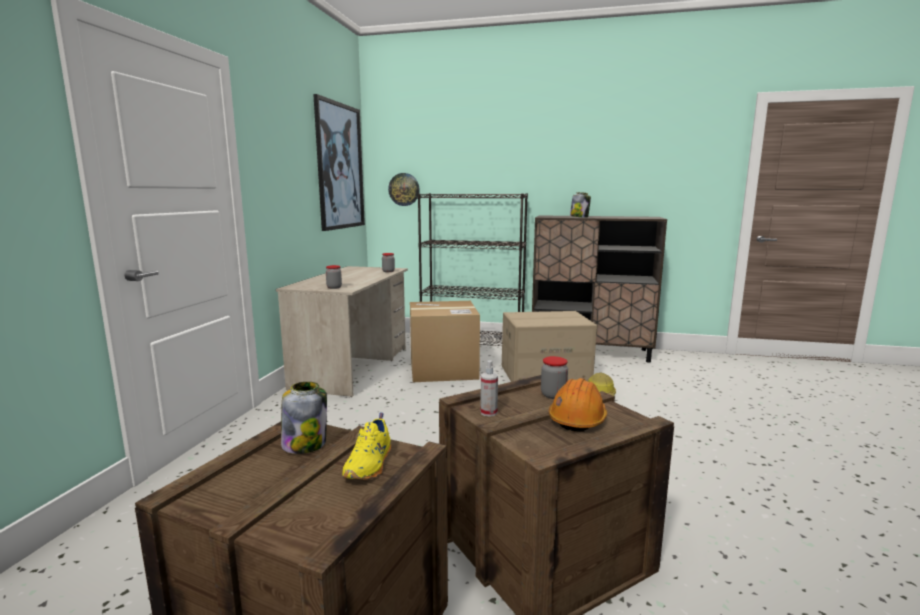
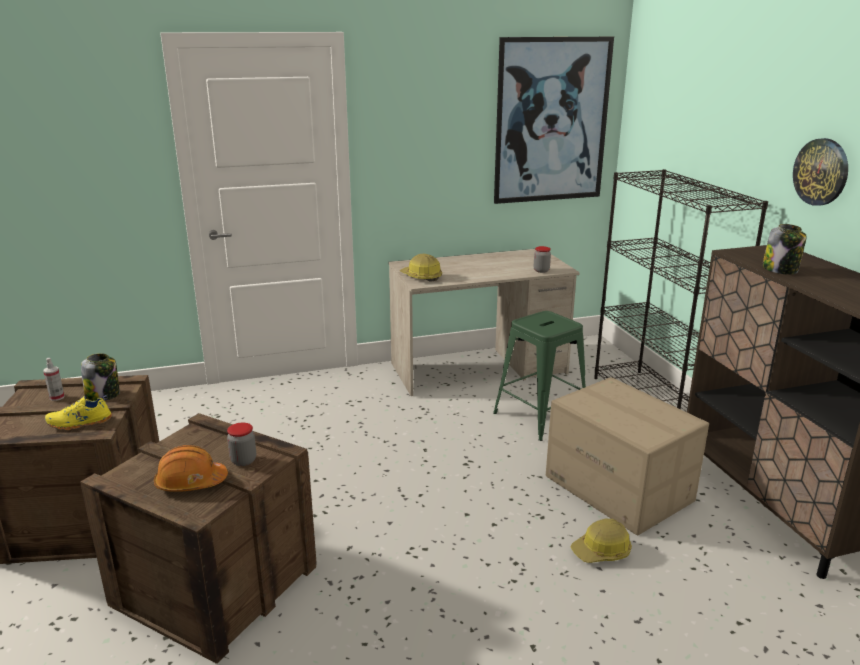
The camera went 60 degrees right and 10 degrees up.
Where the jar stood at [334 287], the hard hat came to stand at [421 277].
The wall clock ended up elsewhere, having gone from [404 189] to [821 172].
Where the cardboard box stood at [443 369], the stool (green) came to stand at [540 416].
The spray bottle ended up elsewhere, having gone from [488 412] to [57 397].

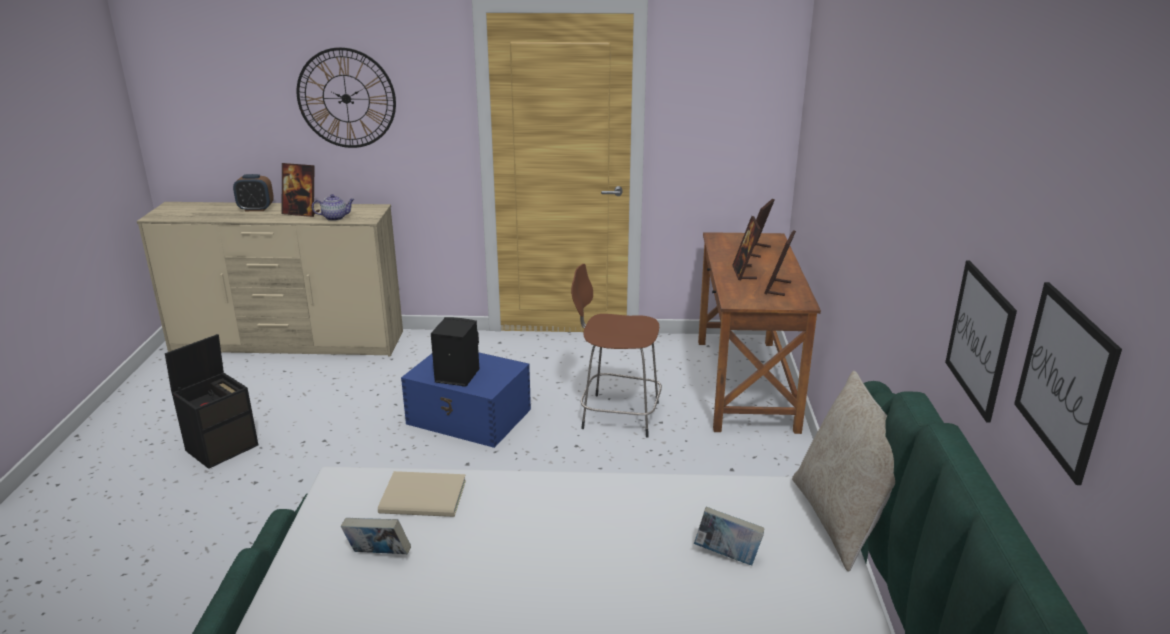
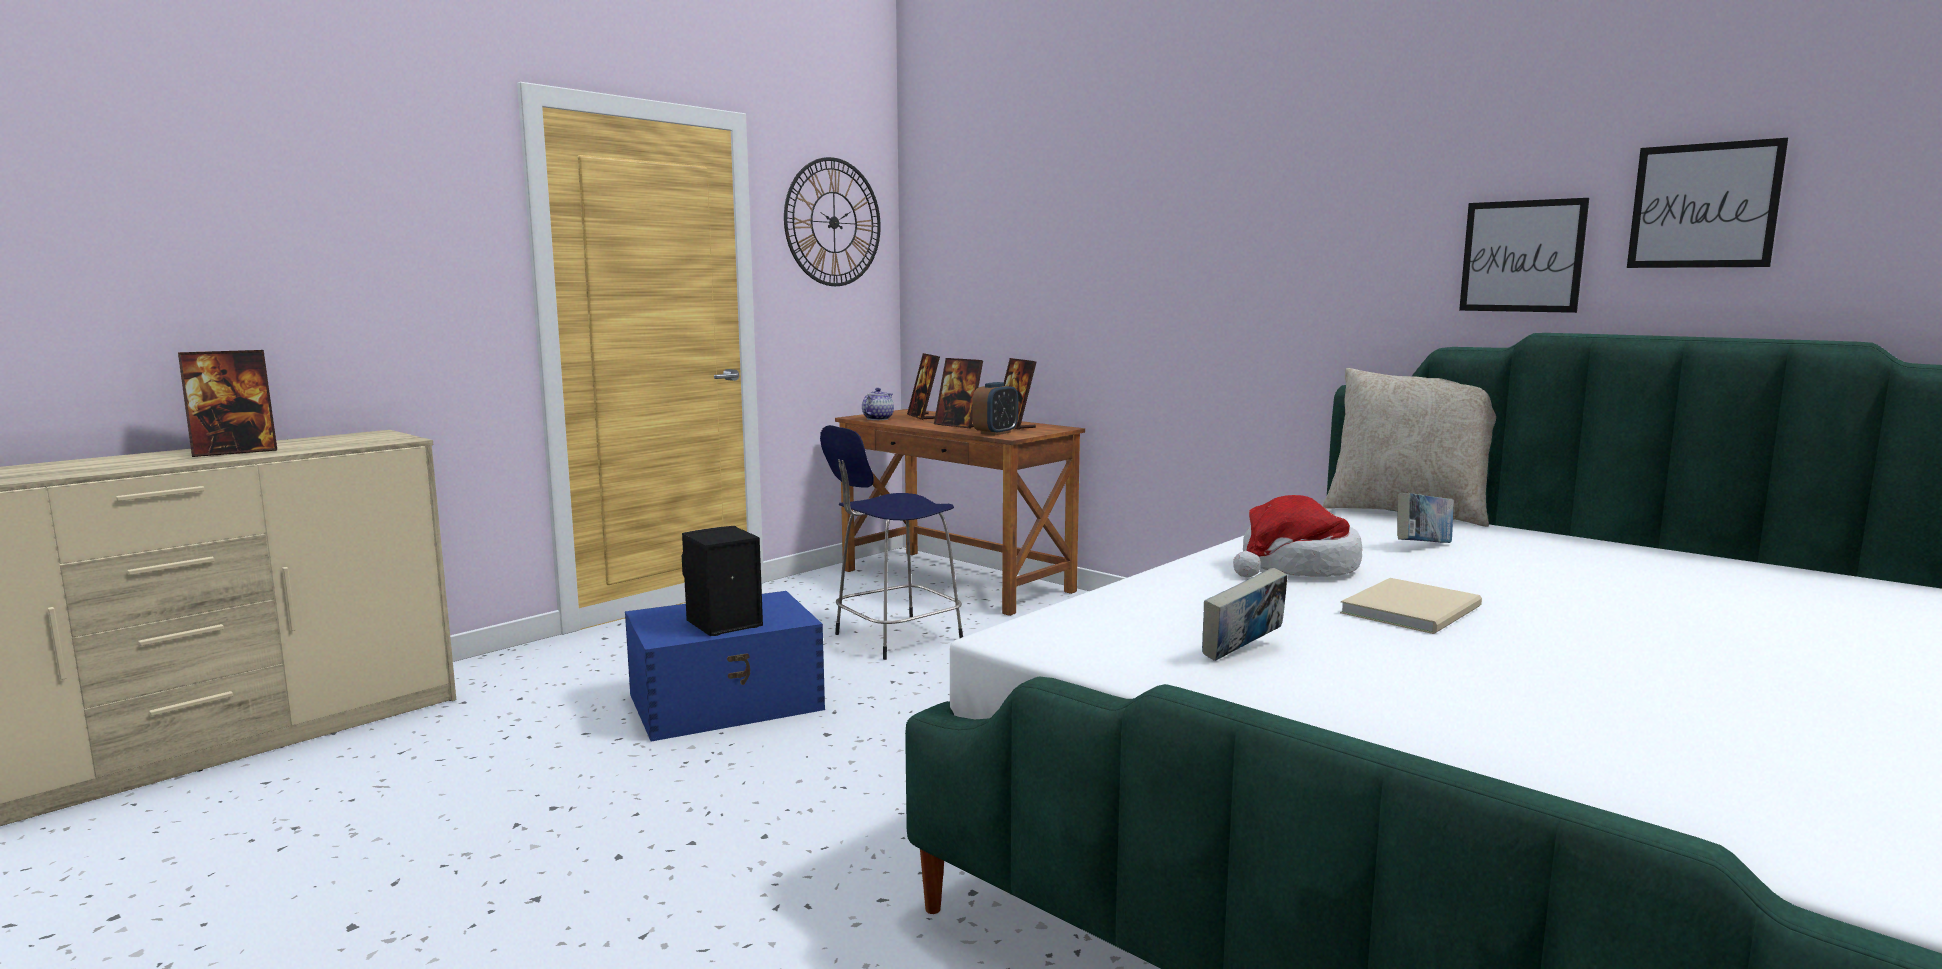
The camera went 50 degrees left and 15 degrees down.
The second view lost the storage box (black) at [222 447].
The alarm clock ended up elsewhere, having gone from [256 209] to [995 433].
The wall clock ended up elsewhere, having gone from [346 98] to [833 222].
The teapot ended up elsewhere, having gone from [335 218] to [878 419].
The book (beige) ended up elsewhere, having gone from [425 498] to [1415 610].
What was the stool (brown) at [617 415] turned into the stool (blue) at [894 638].
The second view gained the hat at [1297 568].

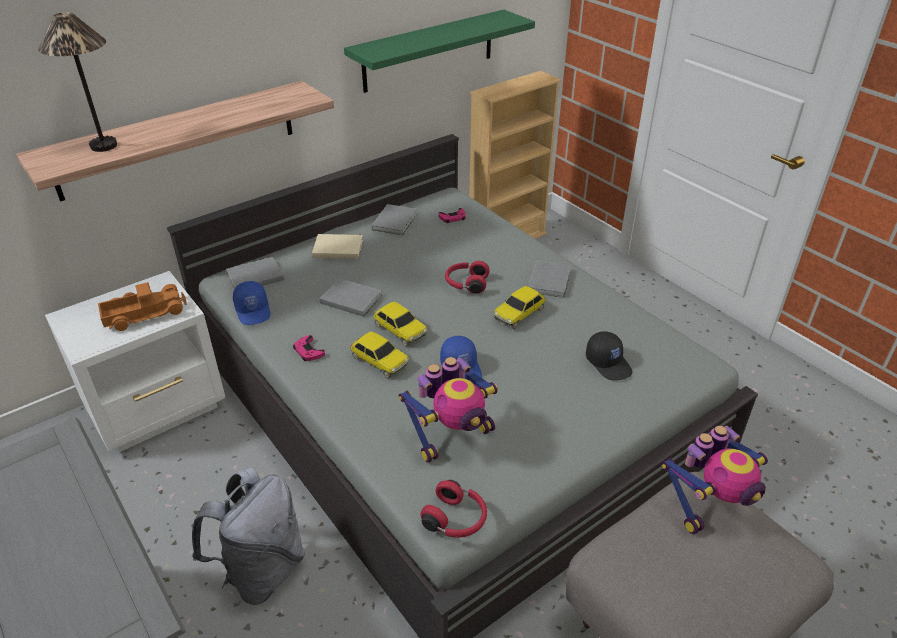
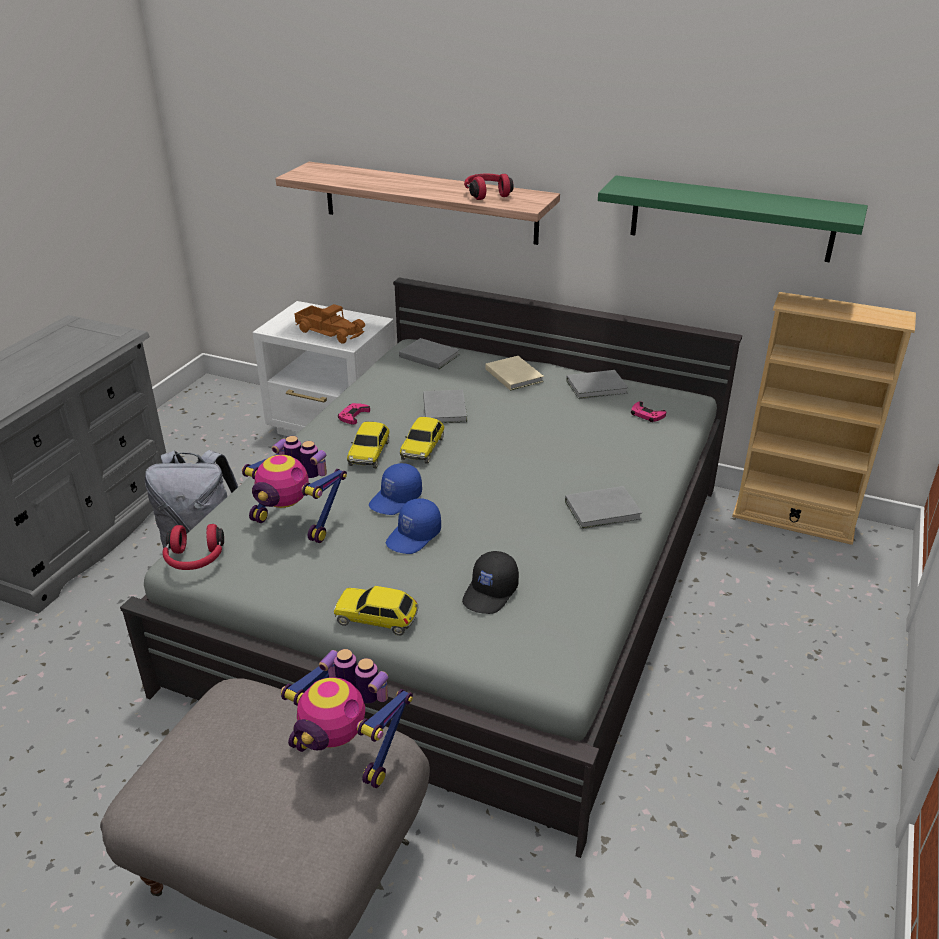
The camera went 60 degrees right and 5 degrees down.
The second view lost the table lamp at [104 145].
The cap (blue) ended up elsewhere, having gone from [253 310] to [414 536].
The headphones (red) ended up elsewhere, having gone from [466 284] to [487 194].
The toy car ended up elsewhere, having gone from [519 314] to [377 618].

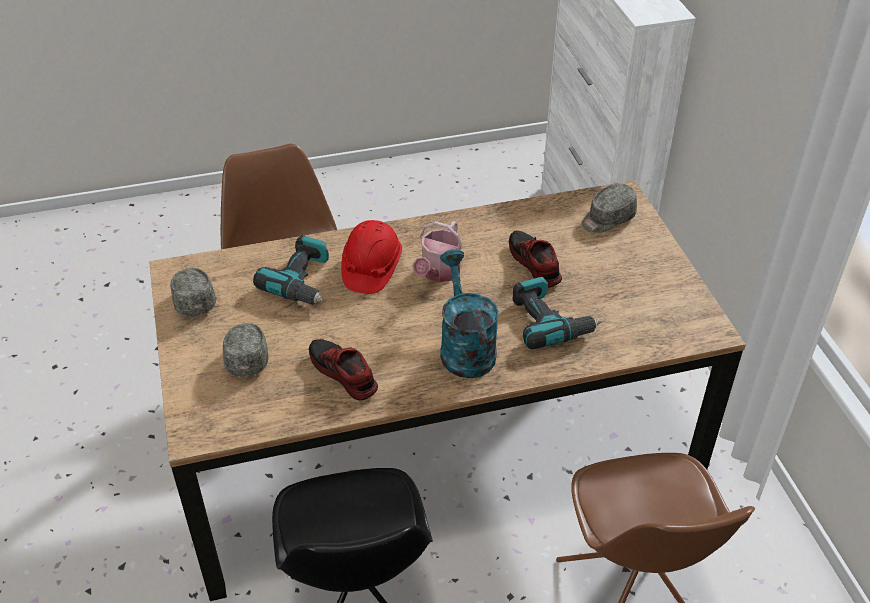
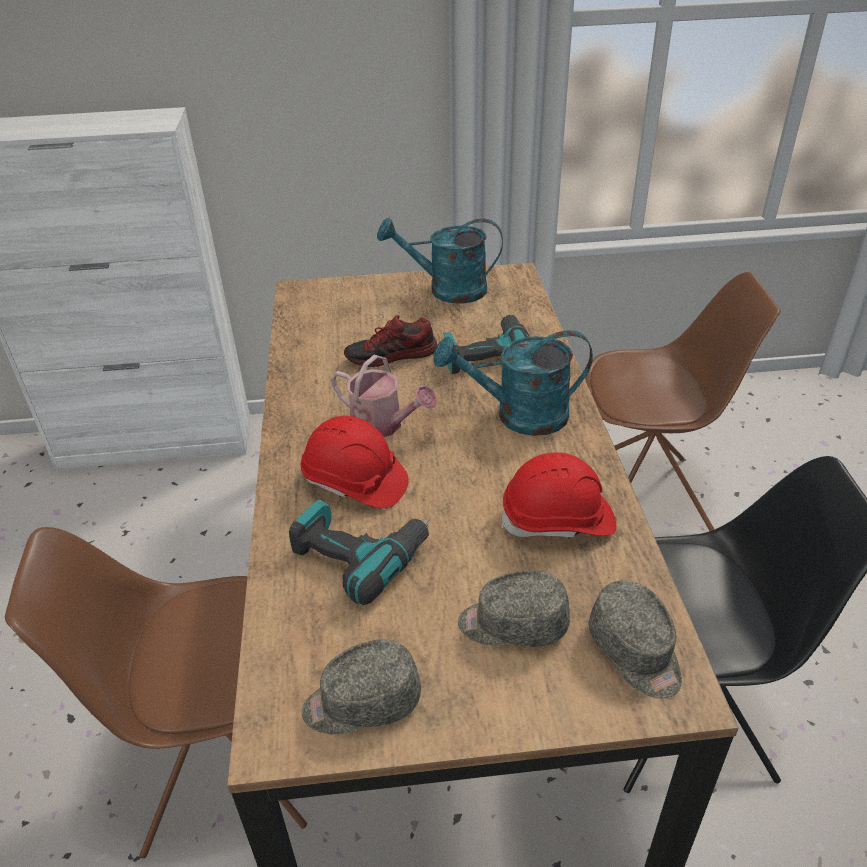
The camera went 80 degrees left and 5 degrees down.
Where the shoe stood at [342 374], the hard hat (red) came to stand at [558 520].
The cap (grey) ended up elsewhere, having gone from [607 218] to [635 652].
The second view gained the watering can (turquoise) at [447 290].

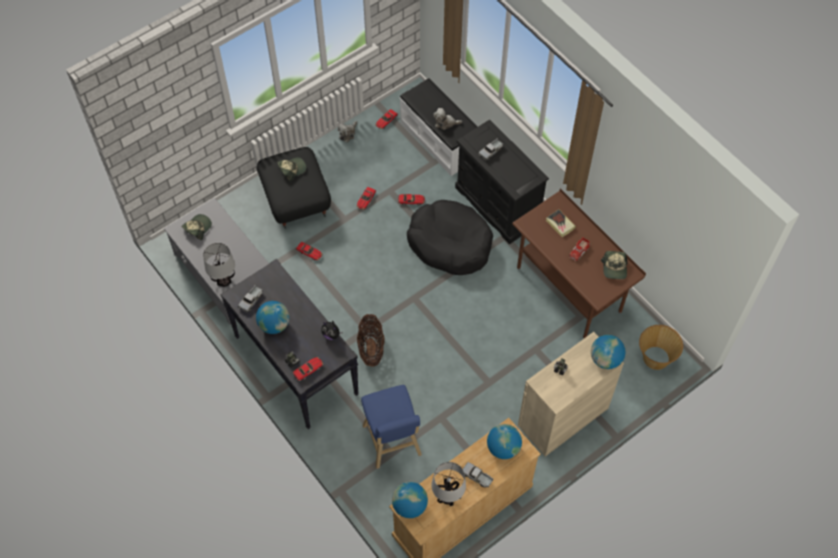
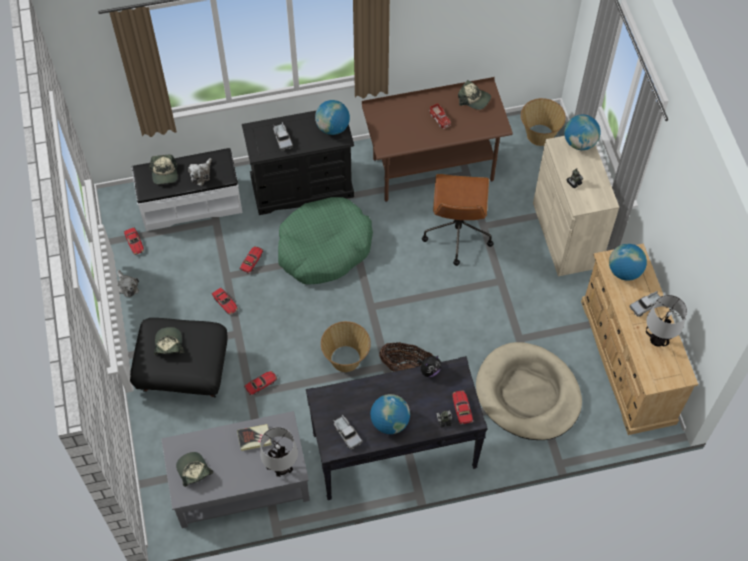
The camera went 65 degrees left and 0 degrees up.
Where the stool (blue) stood at [392 443], the dog bed (beige) came to stand at [528 394].
The globe ended up elsewhere, having gone from [409 506] to [333 128].
What was the dog bed (black) at [450 243] turned into the dog bed (green) at [324 248].
The book ended up elsewhere, having gone from [560 224] to [254 438].
The second view gained the cap at [164 173].
The second view gained the basket at [346 359].
The second view gained the office chair (brown) at [457 233].

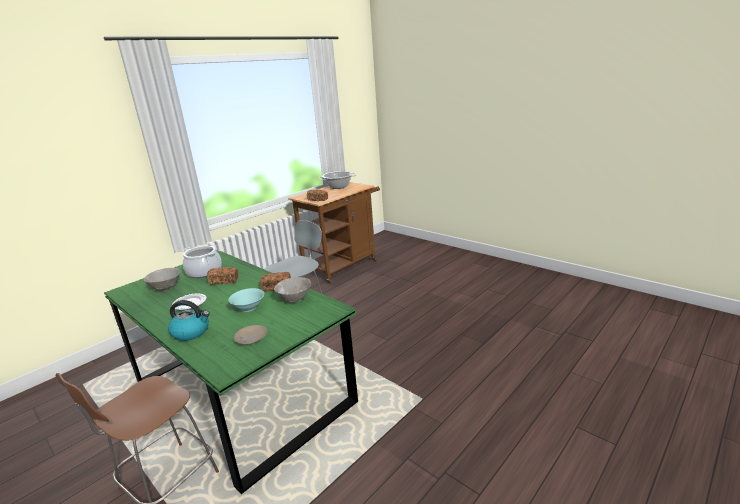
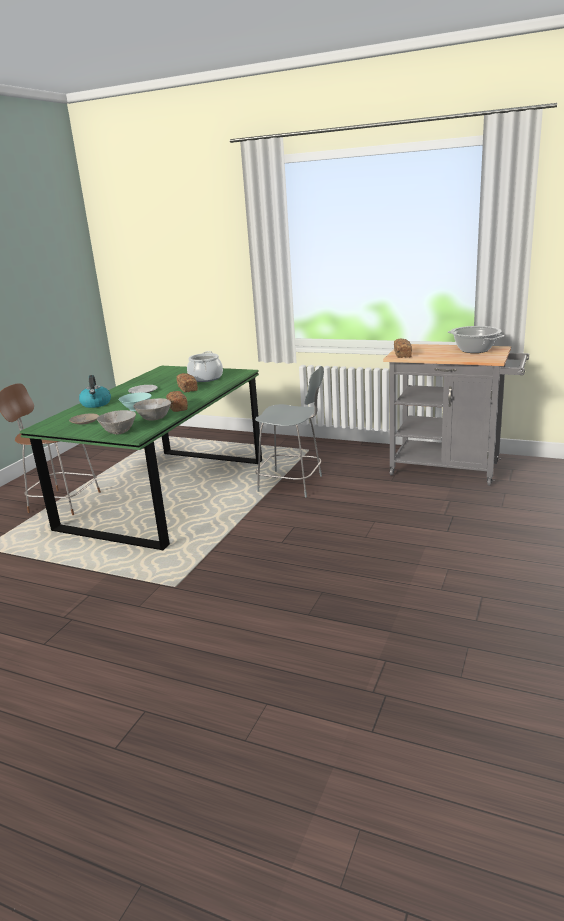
The camera went 70 degrees right and 0 degrees up.
The bowl (grey) ended up elsewhere, having gone from [166 287] to [119 432].
What was the cart (brown) at [344 265] turned into the cart (grey) at [452 469].

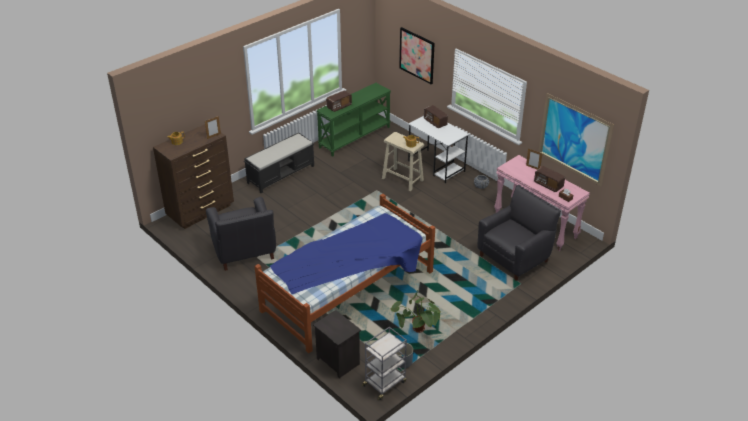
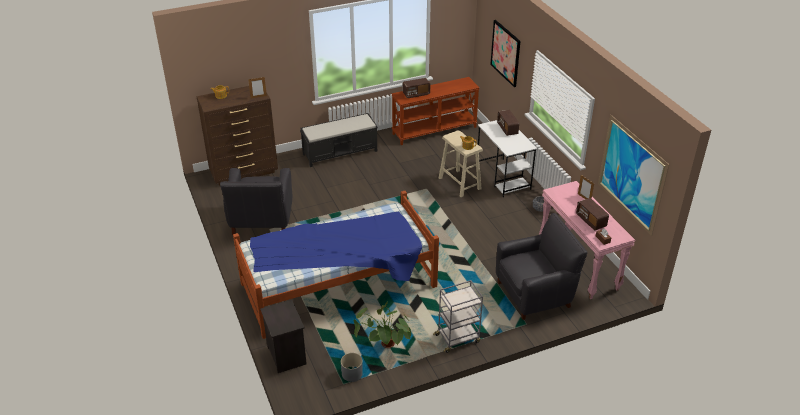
The camera went 20 degrees right and 0 degrees up.
What was the console table (green) at [354 137] turned into the console table (brown) at [434 130].
The cart (grey) ended up elsewhere, having gone from [384 383] to [458 338].

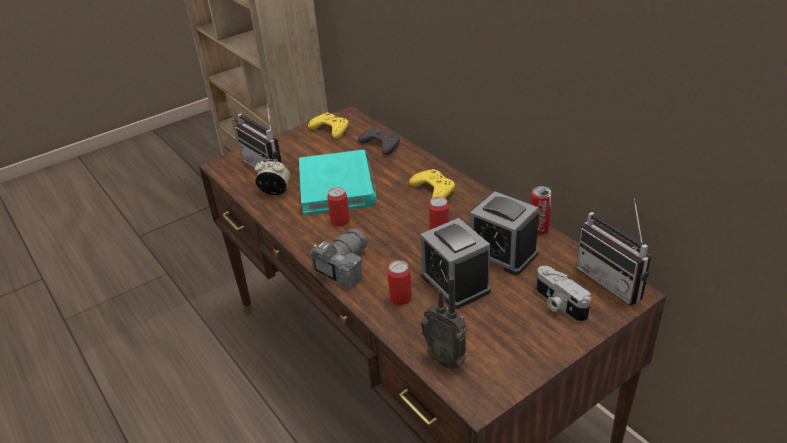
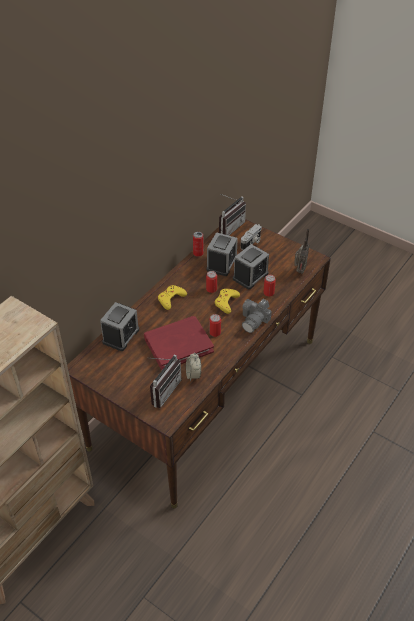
The camera went 110 degrees left and 10 degrees up.
What was the book (turquoise) at [337 186] turned into the book (red) at [178 344].
The game controller (yellow) ended up elsewhere, having gone from [330 129] to [226 302].
The photo camera at [341 267] ended up facing another way, 75 degrees counterclockwise from before.
Where the game controller (grey) stood at [381 144], the alarm clock came to stand at [121 336].

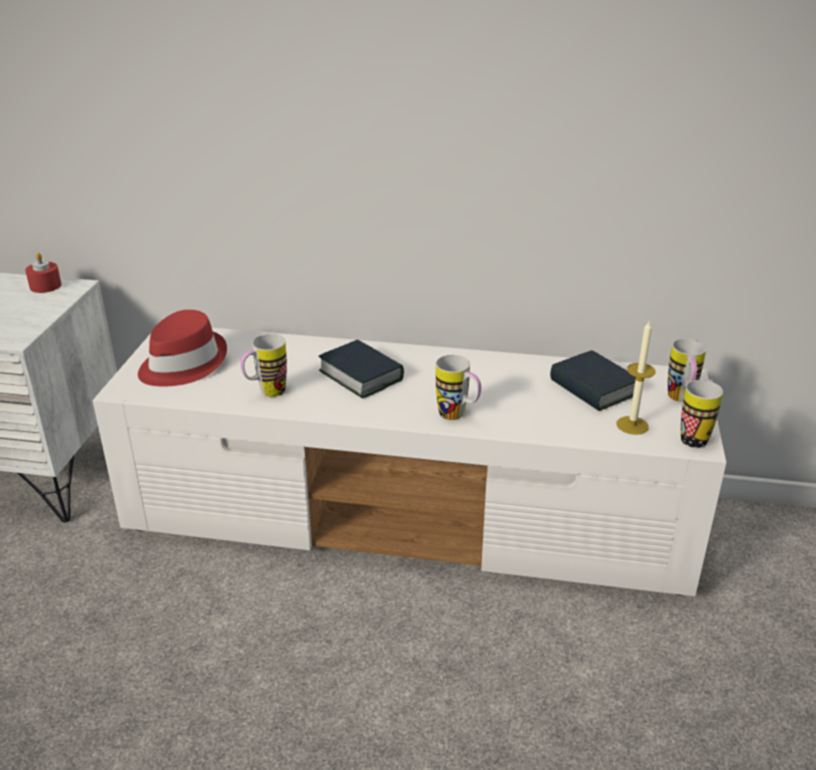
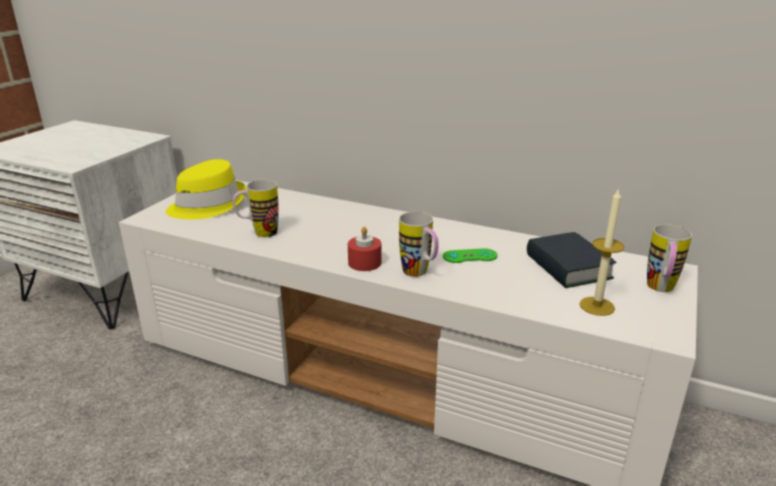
The camera went 15 degrees right and 5 degrees down.
The candle (red) ended up elsewhere, having gone from [45 286] to [364 262].
What was the hat (red) at [182 363] turned into the hat (yellow) at [207 204].
The second view lost the book at [361 375].
The second view lost the mug at [696 436].
The second view gained the game controller (green) at [470 256].

